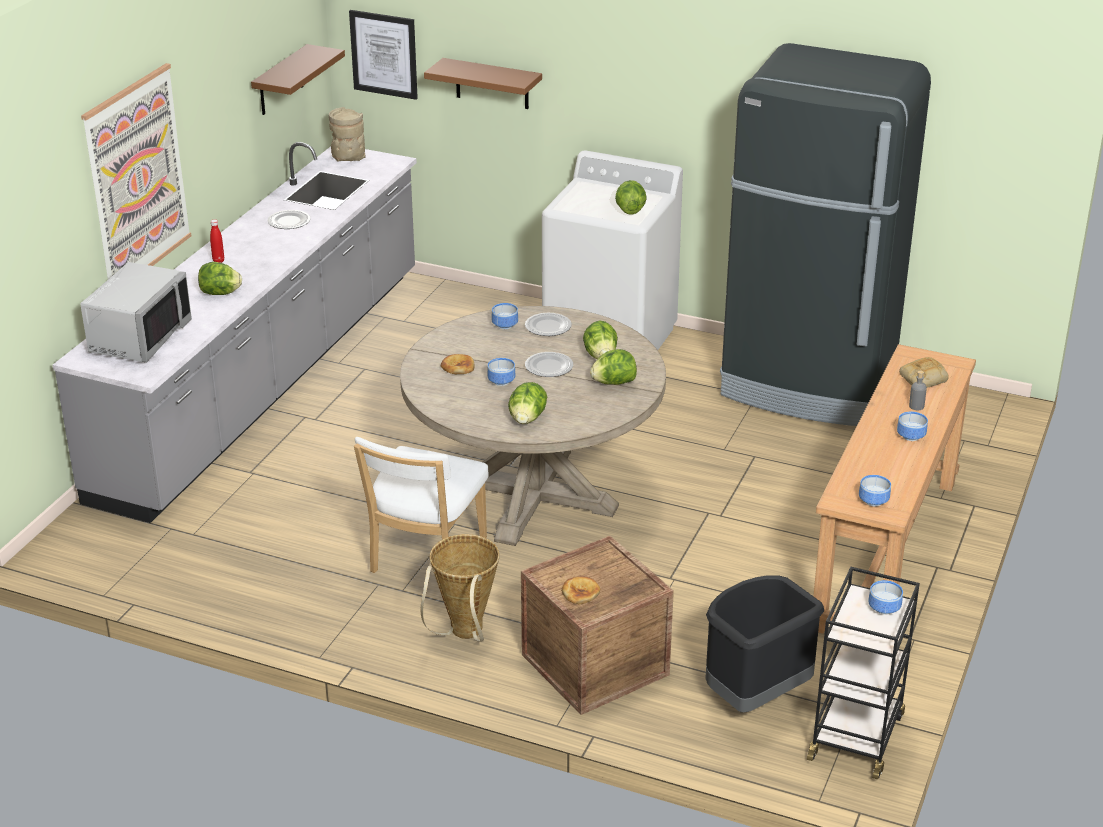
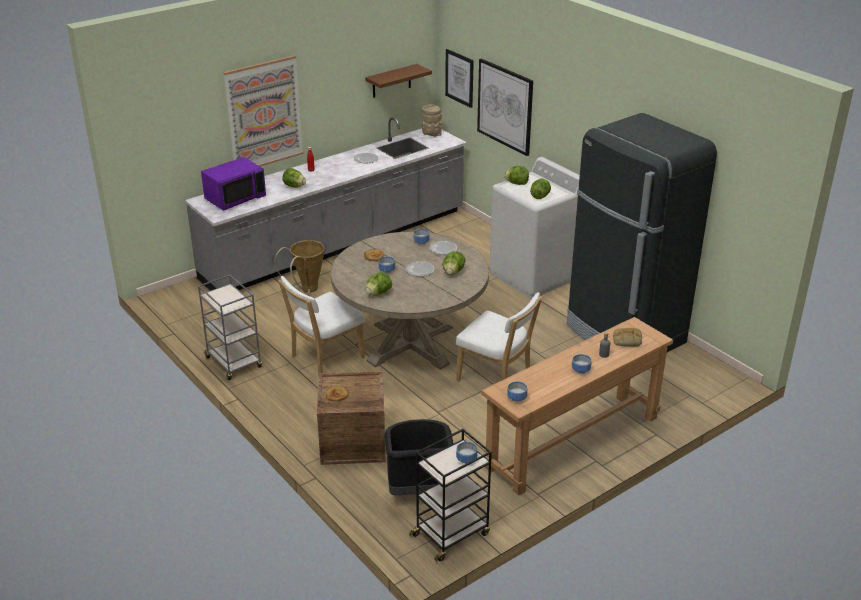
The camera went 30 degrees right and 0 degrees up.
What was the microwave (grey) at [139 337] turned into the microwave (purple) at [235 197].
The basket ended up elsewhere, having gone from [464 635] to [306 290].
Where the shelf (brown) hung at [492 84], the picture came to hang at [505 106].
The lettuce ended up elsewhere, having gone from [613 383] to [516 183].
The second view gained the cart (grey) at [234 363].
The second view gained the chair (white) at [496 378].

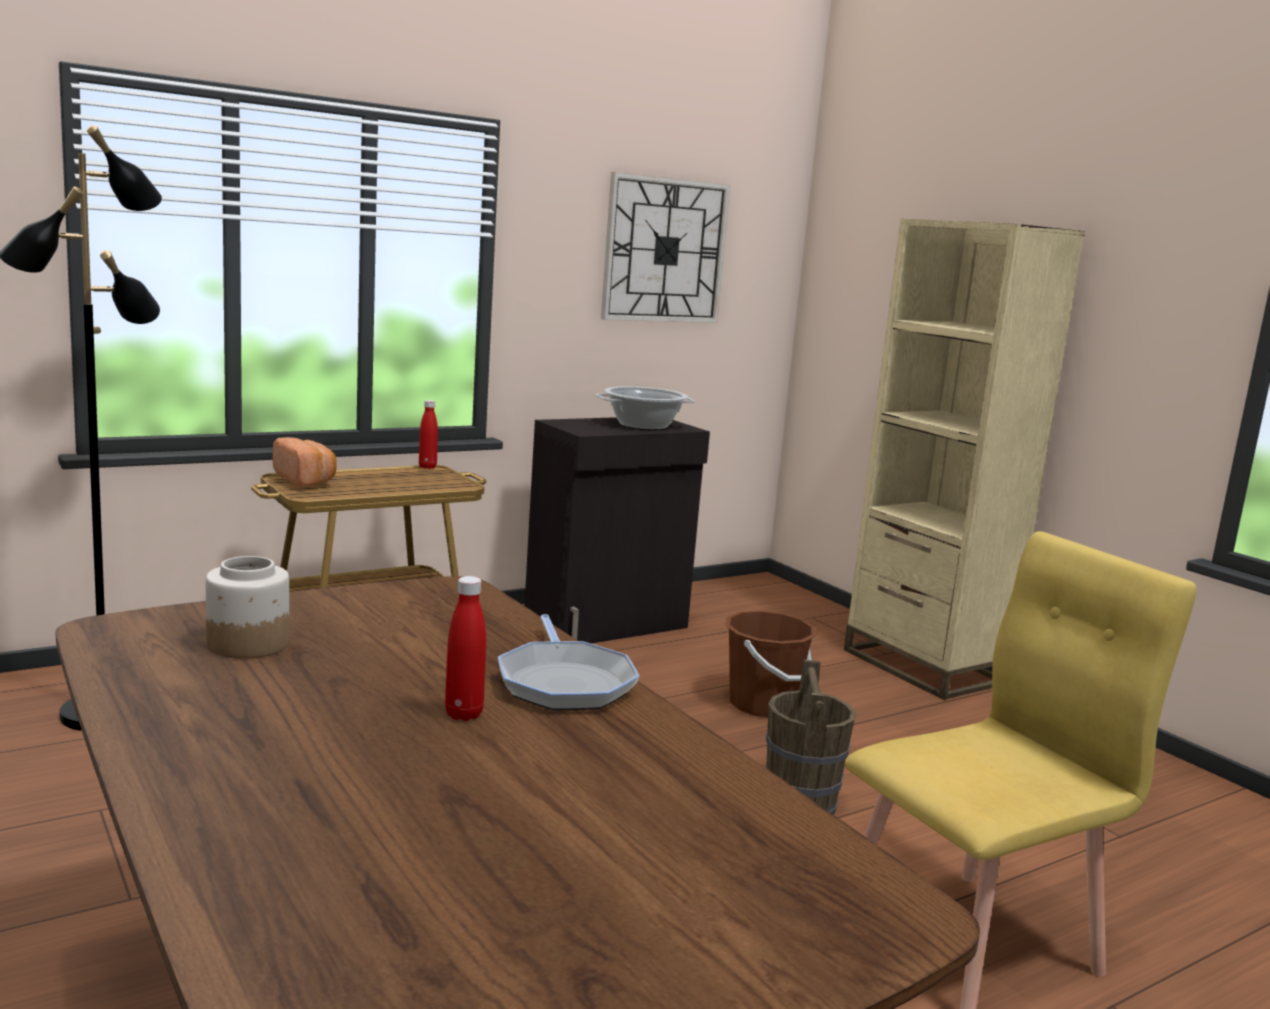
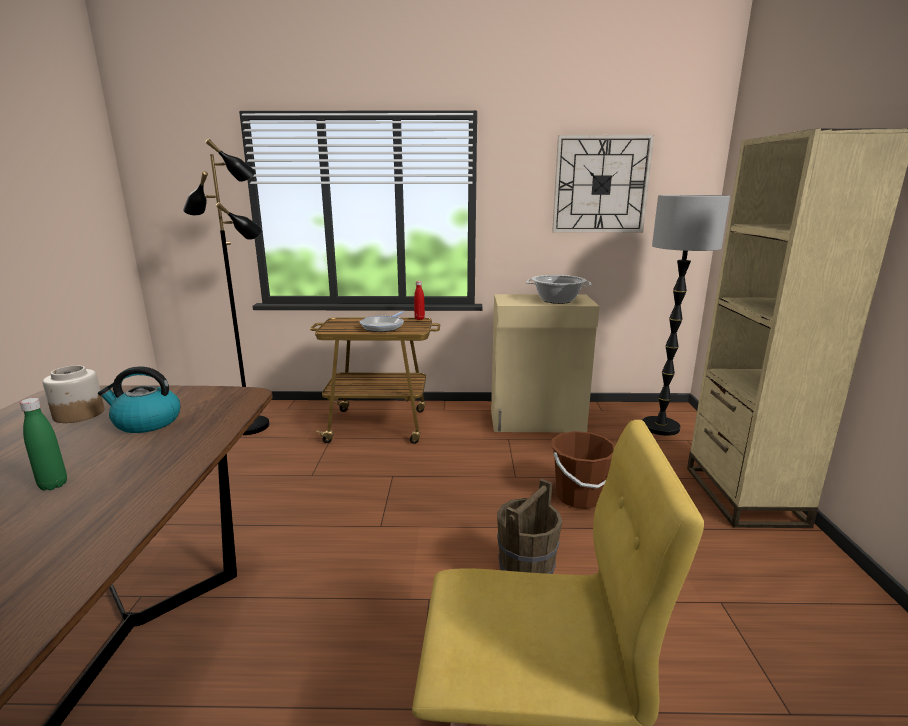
The camera went 35 degrees right and 5 degrees up.
The second view lost the bread at [306 480].
What was the bottle (red) at [464 714] turned into the bottle (green) at [53 485].
The frying pan ended up elsewhere, having gone from [564 682] to [383 326].
What was the cabinet (black) at [608 625] turned into the cabinet (beige) at [537 422].
The second view gained the kettle at [146 422].
The second view gained the floor lamp at [660 427].

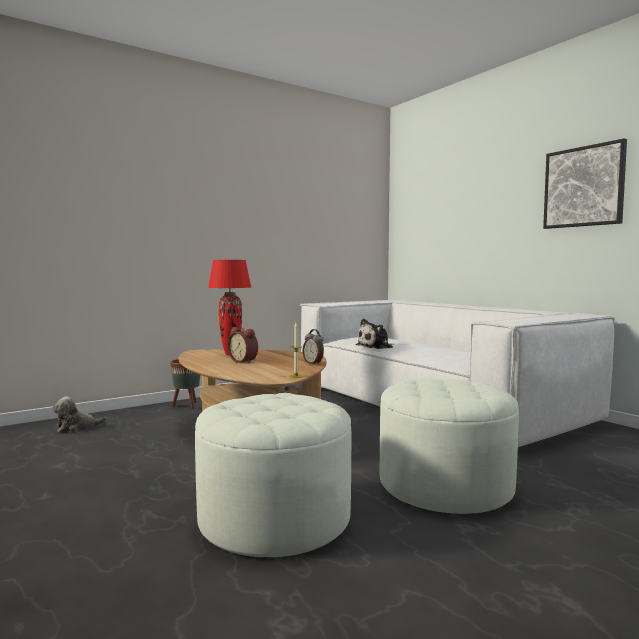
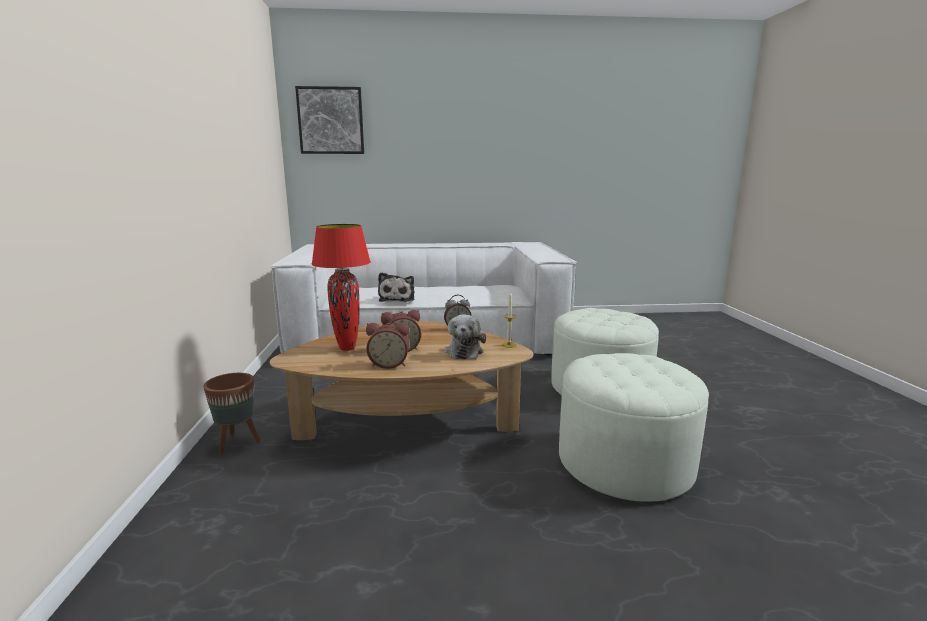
The camera went 60 degrees left and 10 degrees up.
The plush toy ended up elsewhere, having gone from [77 427] to [464 351].
The picture ended up elsewhere, having gone from [583 187] to [331 121].
The second view gained the alarm clock at [389 364].

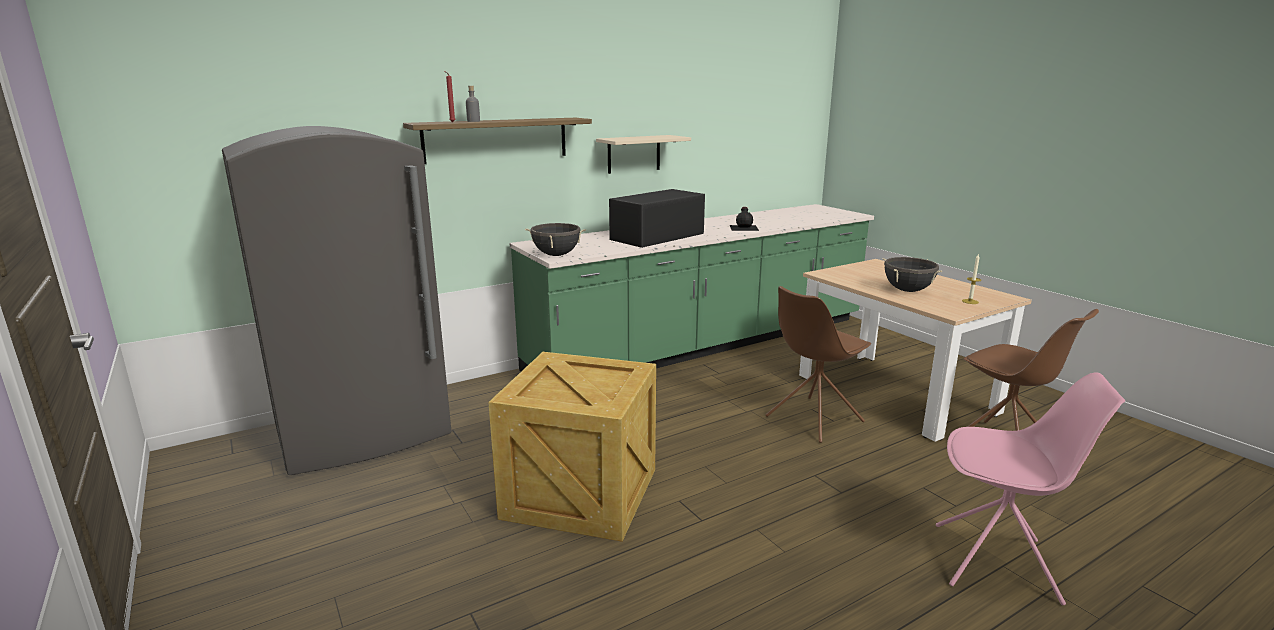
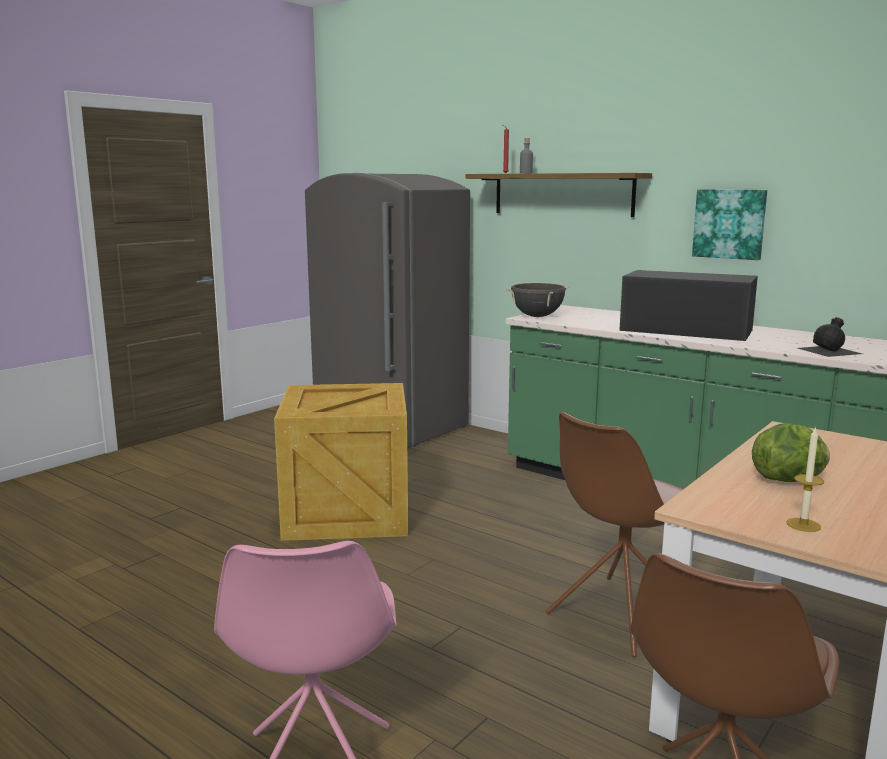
The camera went 70 degrees right and 5 degrees down.
Where the shelf (beige) hung at [634 154], the picture came to hang at [729 224].
The chair (brown) at [812 419] ended up facing another way, 75 degrees counterclockwise from before.
Where the cooking pot (black) stood at [907 290], the lettuce came to stand at [789 480].

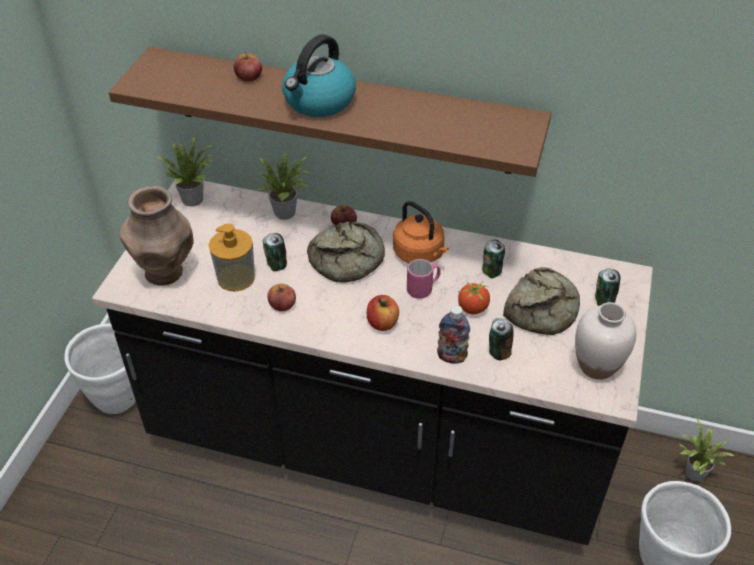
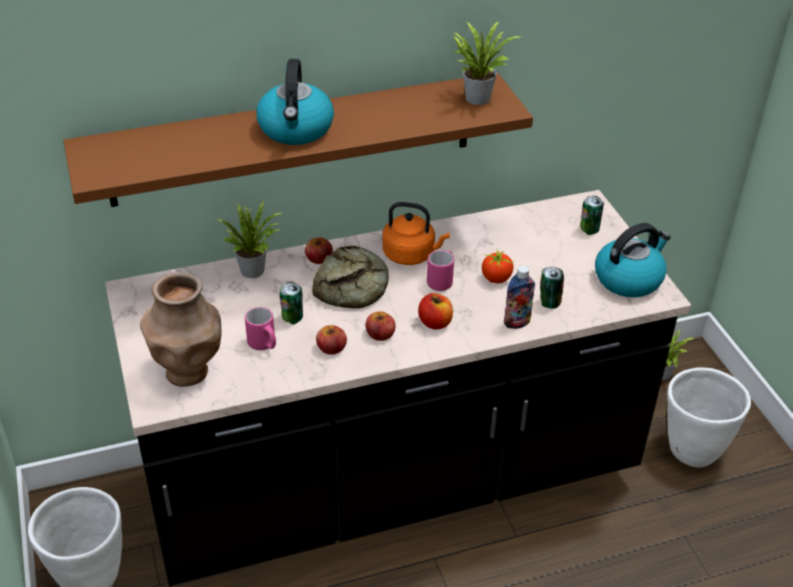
The camera went 35 degrees left and 5 degrees down.
The potted plant ended up elsewhere, having gone from [194 198] to [477 96].
Where the soap dispenser stood at [236 278], the mug (pink) came to stand at [264 345].
The apple ended up elsewhere, having gone from [248 76] to [380 334].
The second view lost the can at [491 272].
The second view lost the bread at [543 308].
Where the vase (white) stood at [596 366], the kettle came to stand at [628 279].

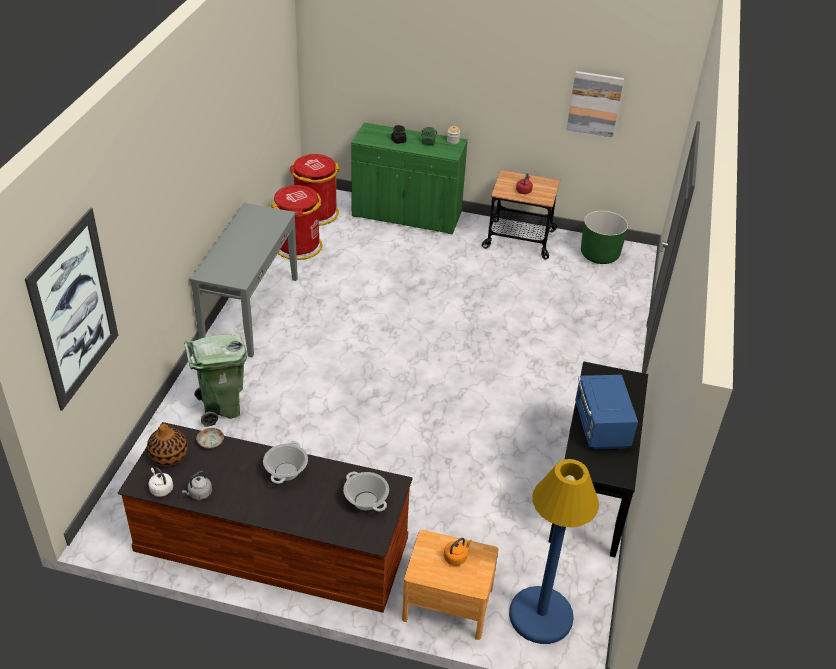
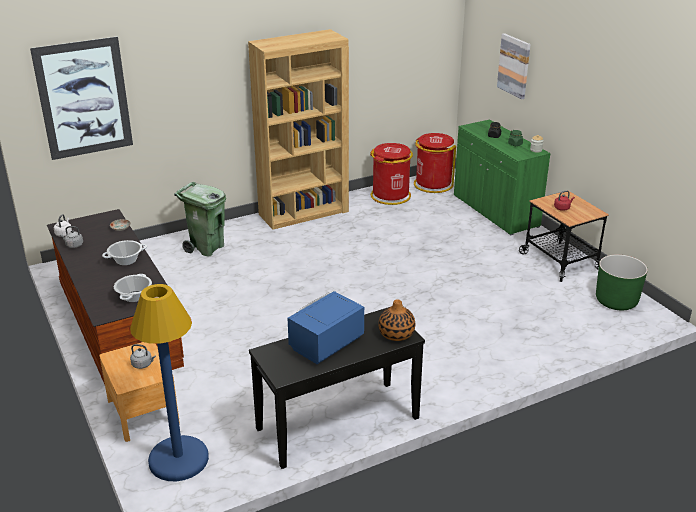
The camera went 50 degrees right and 10 degrees down.
The vase ended up elsewhere, having gone from [168 456] to [396 334].
Where the console table (grey) stood at [250 311], the bookcase (brown) came to stand at [304 213].
What was the kettle (orange) at [456 557] turned into the kettle (grey) at [143 364].
The picture ended up elsewhere, having gone from [594 103] to [514 66].

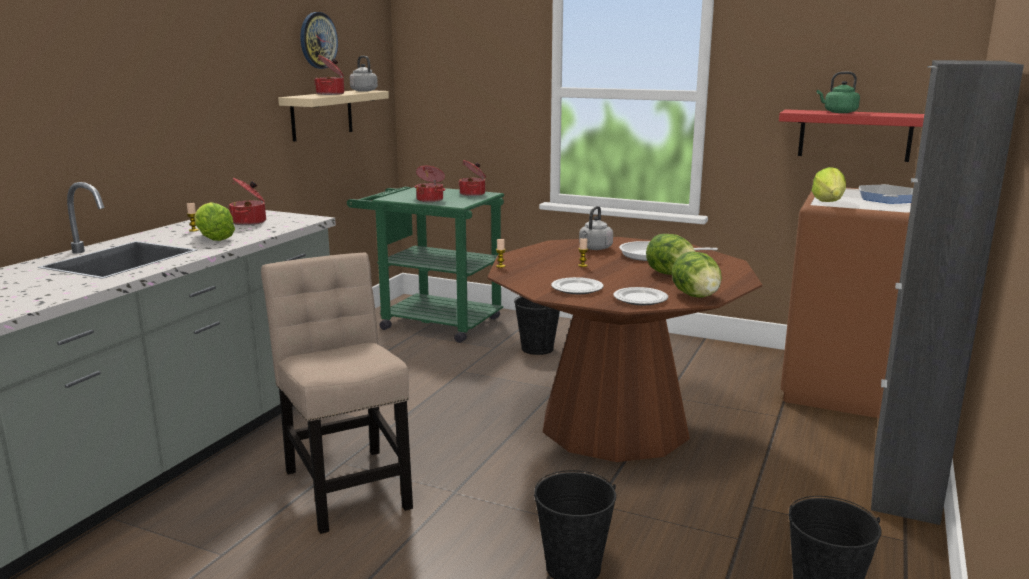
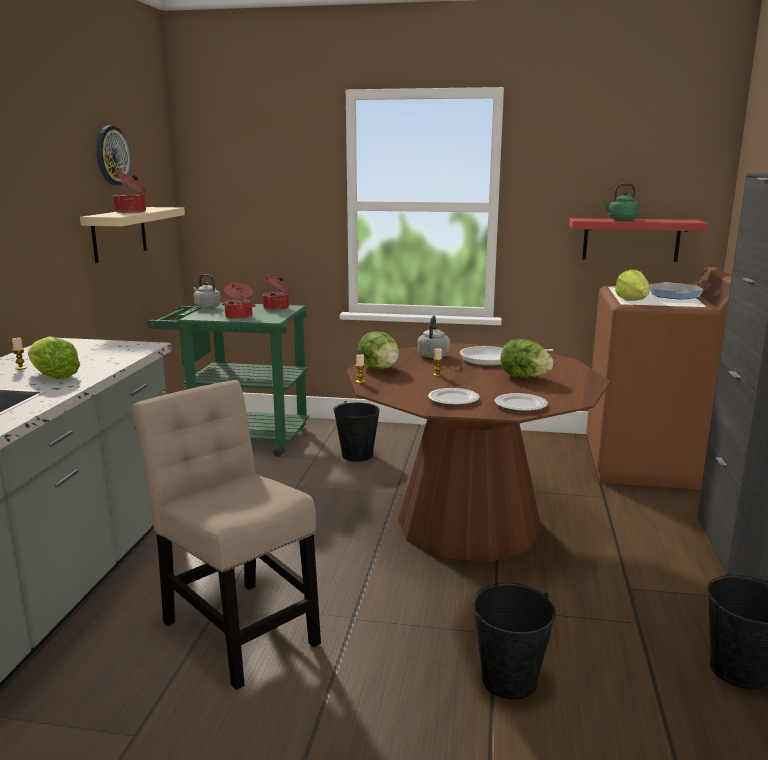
The camera went 15 degrees left and 0 degrees up.
The second view lost the cooking pot at [250 222].
The kettle (grey) ended up elsewhere, having gone from [363 91] to [206 307].
The lettuce ended up elsewhere, having gone from [696 296] to [379 368].

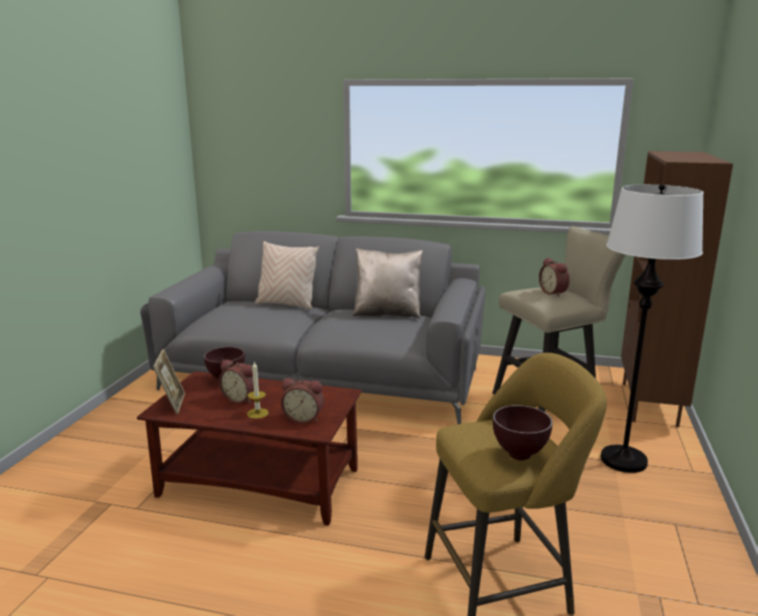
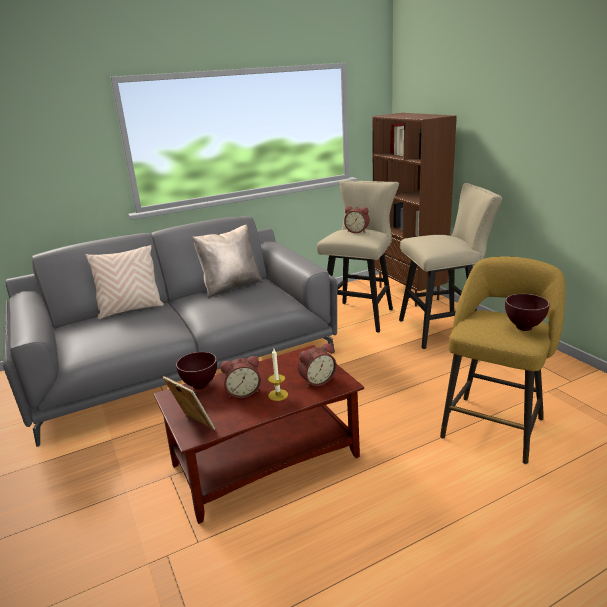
The camera went 40 degrees left and 5 degrees up.
Where the floor lamp (white) stood at [623 460], the stool (beige) came to stand at [443 329].

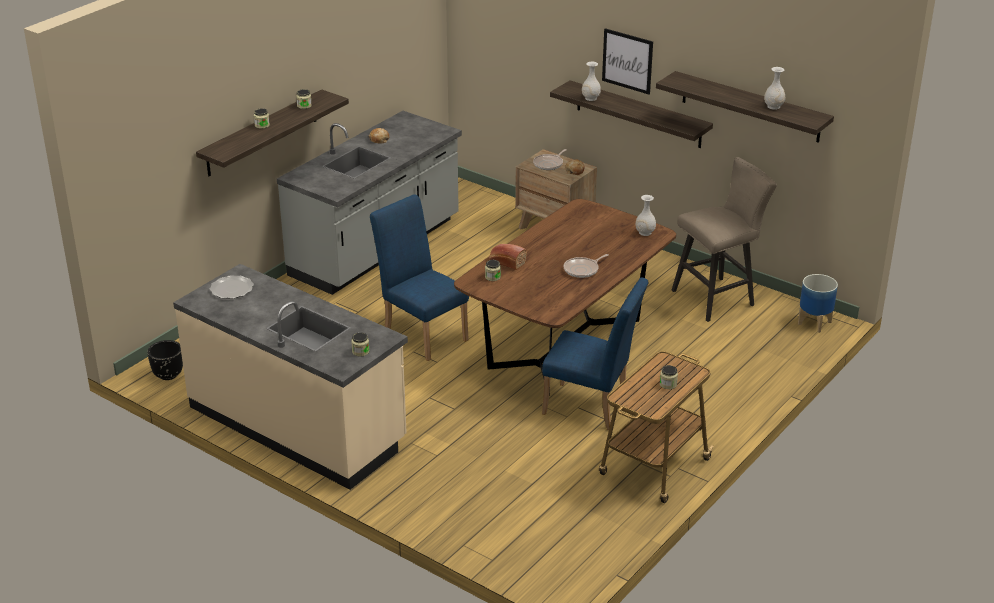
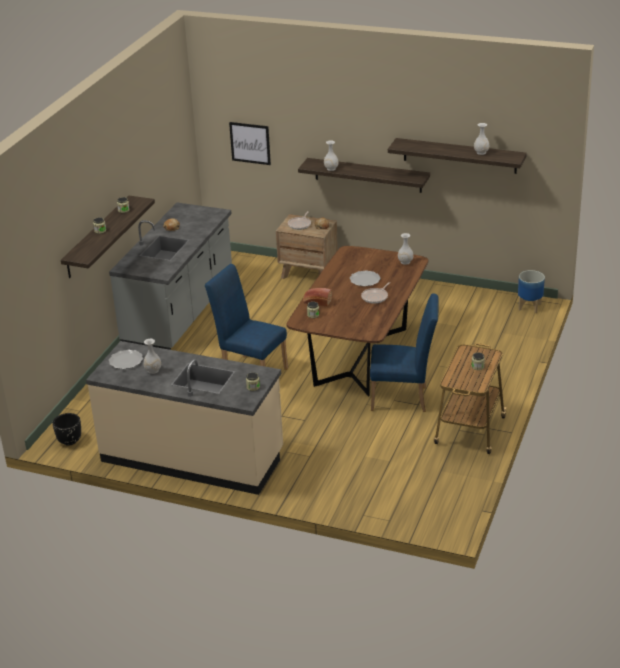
The camera went 15 degrees left and 0 degrees up.
The picture ended up elsewhere, having gone from [627 61] to [250 143].
The second view lost the stool (beige) at [718 297].
The second view gained the vase (white) at [153 370].
The second view gained the plate at [364 280].

